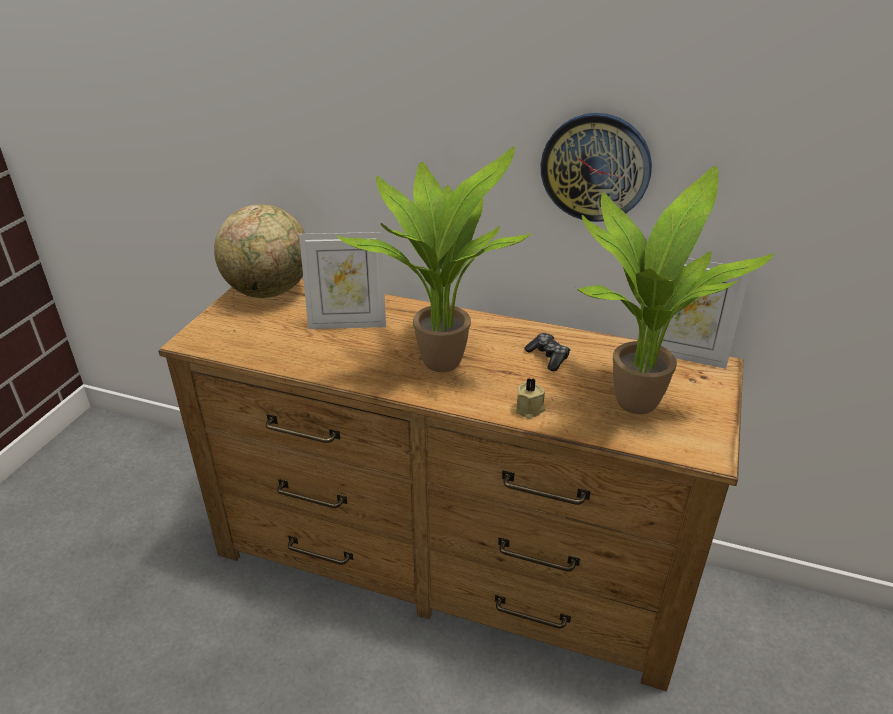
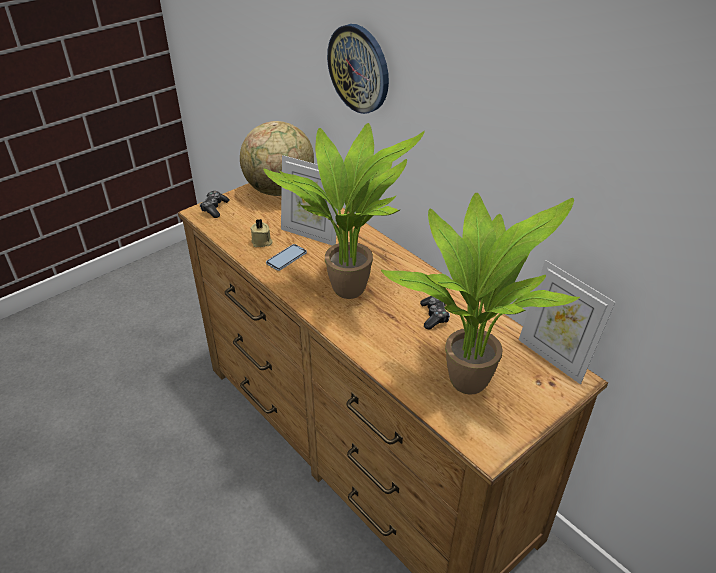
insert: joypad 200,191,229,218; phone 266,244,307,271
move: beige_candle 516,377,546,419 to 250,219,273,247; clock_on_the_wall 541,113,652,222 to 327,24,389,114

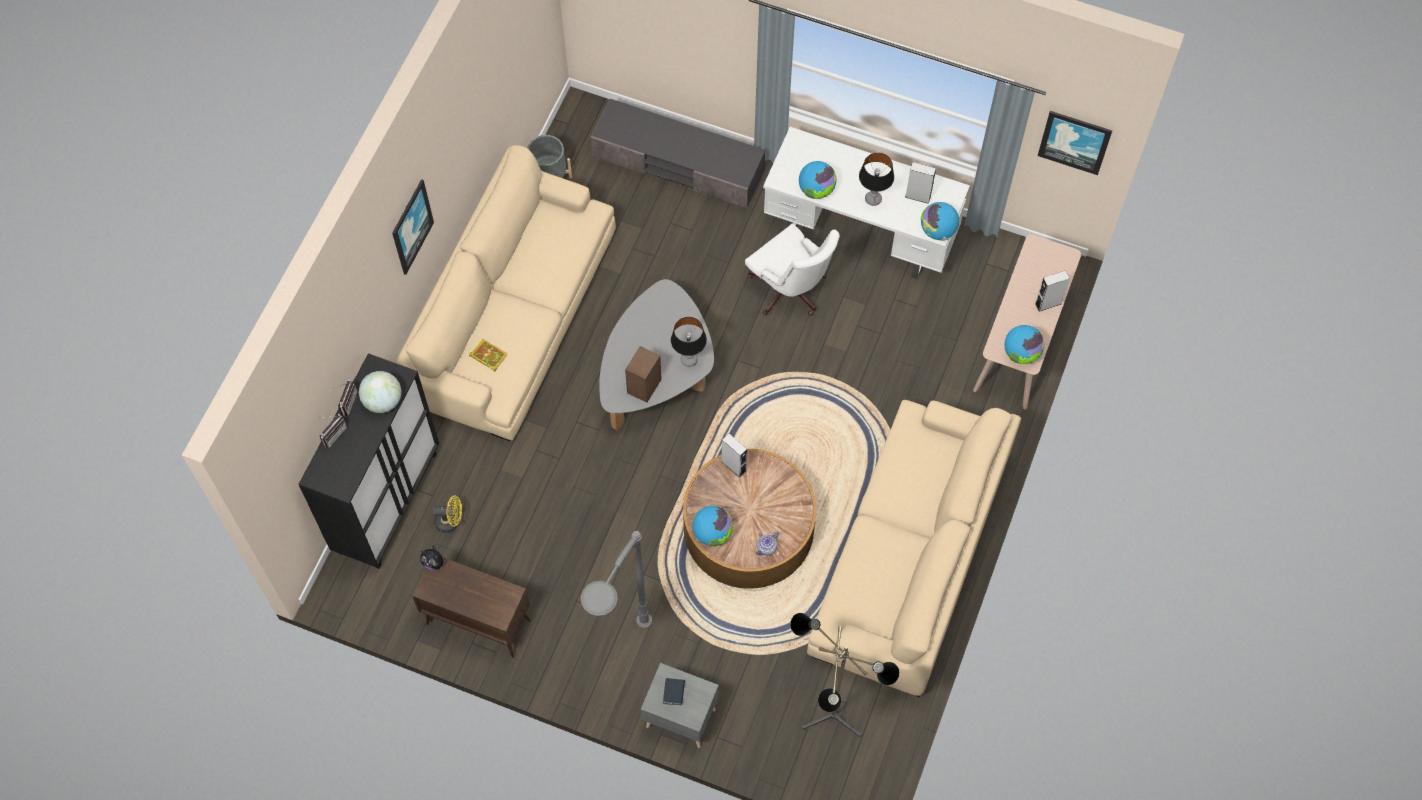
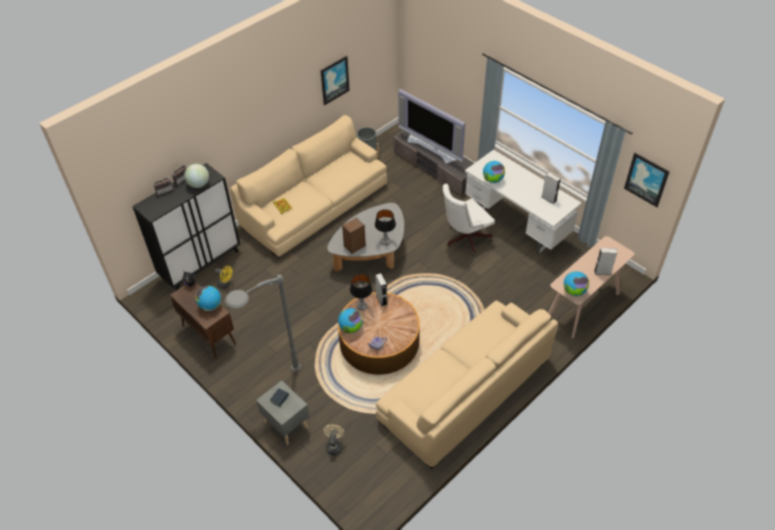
delete: floor_lamp 790,613,900,737
insert: beige_cooling_fan 324,425,344,455; TV_set 398,89,465,163
move: globe 921,202,959,241 to 195,286,221,311; wall_art 392,179,434,275 to 320,56,350,105; tabletop_lamp 859,153,894,206 to 350,274,372,310
rotate: white_desk_chair 745,223,840,316 = 443,184,495,255 75 degrees clockwise

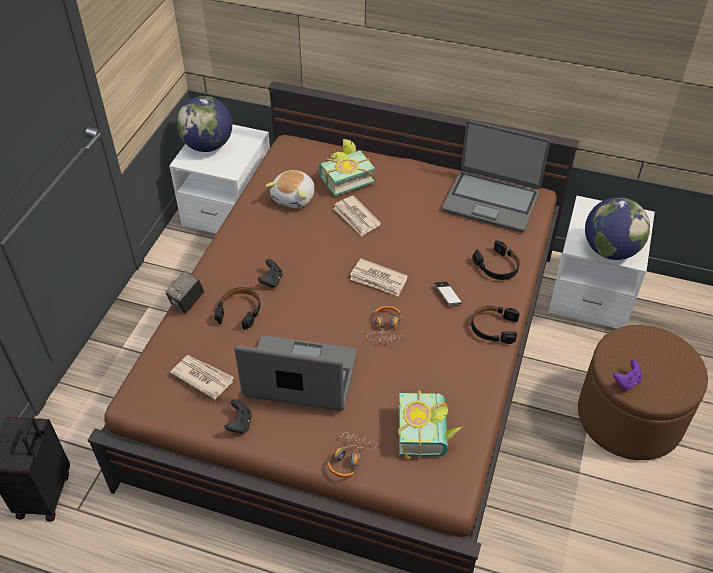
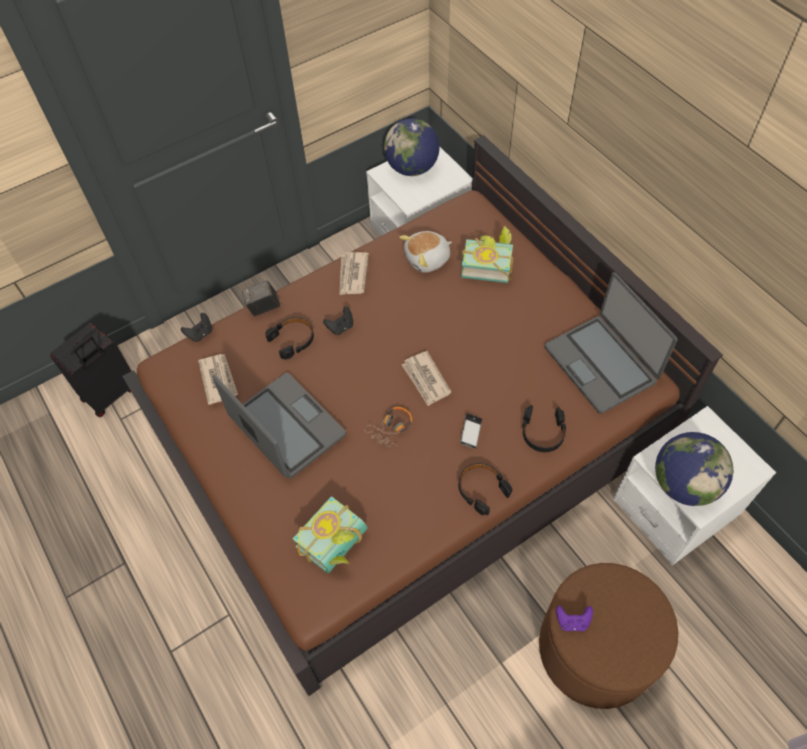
delete: headphones 328,432,376,478
move: black_joypad 224,399,252,434 to 181,313,212,342; newspaper 333,195,381,236 to 340,252,369,295

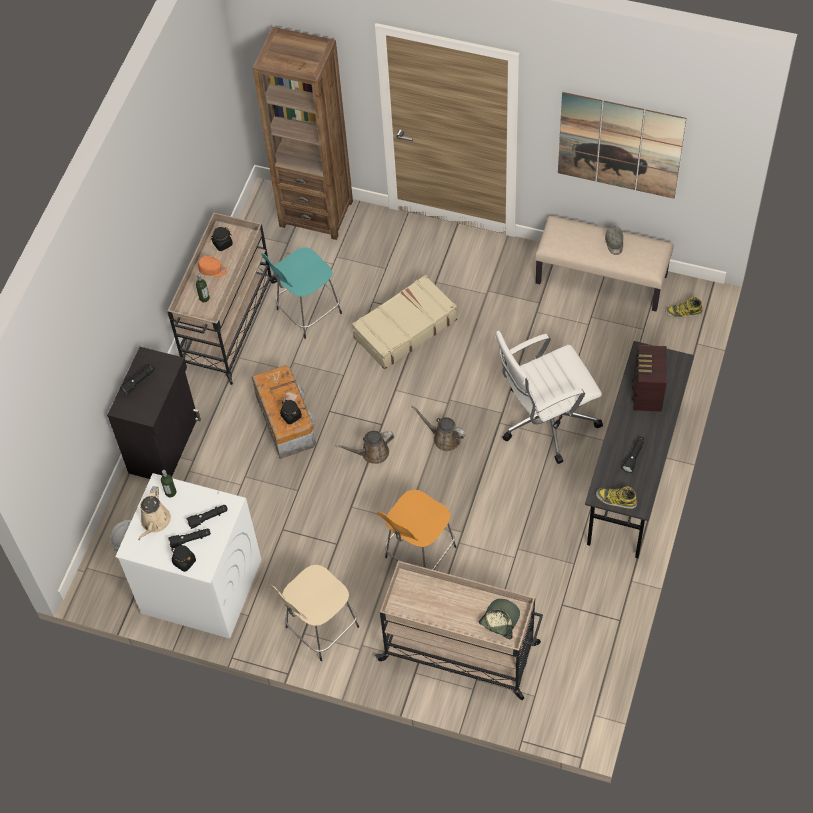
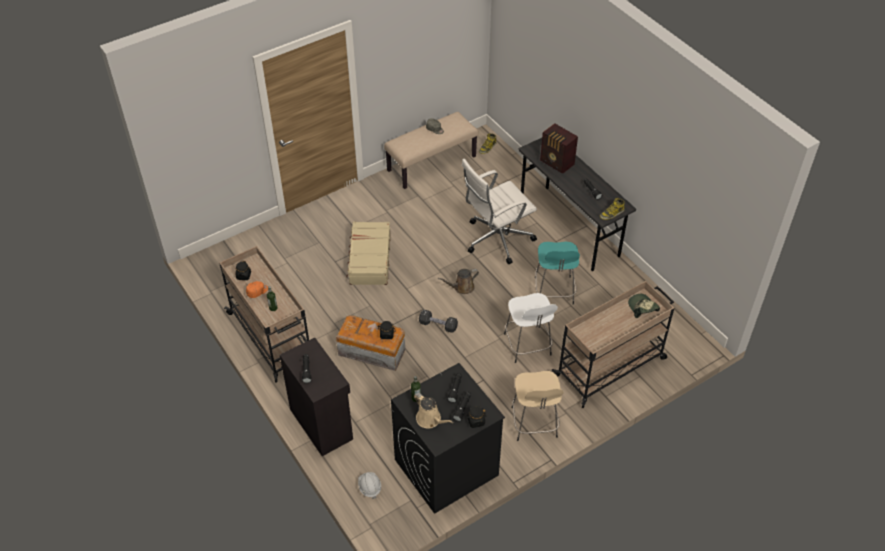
delete: brown_bookcase 253,27,353,240; wall_art 558,92,686,199
move: turquoise_stool_seat 261,247,342,339 to 535,242,580,304
replace: brown_watering_can 335,431,394,464 to black_hand_weight 419,310,458,333
recolor: white_laundry_appliance 115,473,261,639 to black_laundry_appliance 391,363,505,514; orangey_stool_seat 377,490,456,570 to white_stool_seat 504,293,558,363
rotate: white_desk_chair 495,331,603,464 = 462,159,537,264 45 degrees clockwise

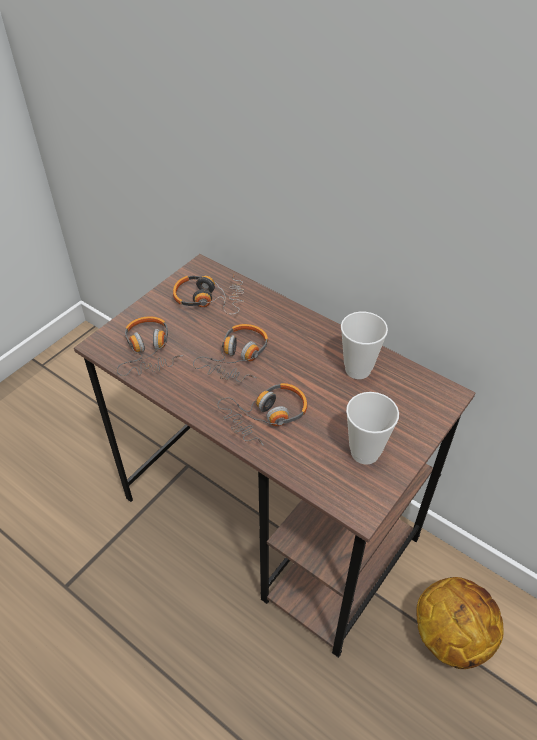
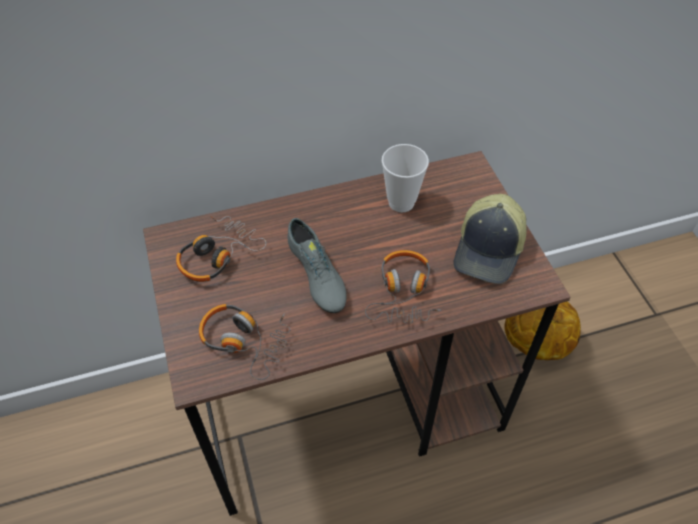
replace: headphones 193,324,268,382 to grey_item_of_footwear 288,218,347,313; drinking_cup 346,392,399,465 to cap 453,194,527,284

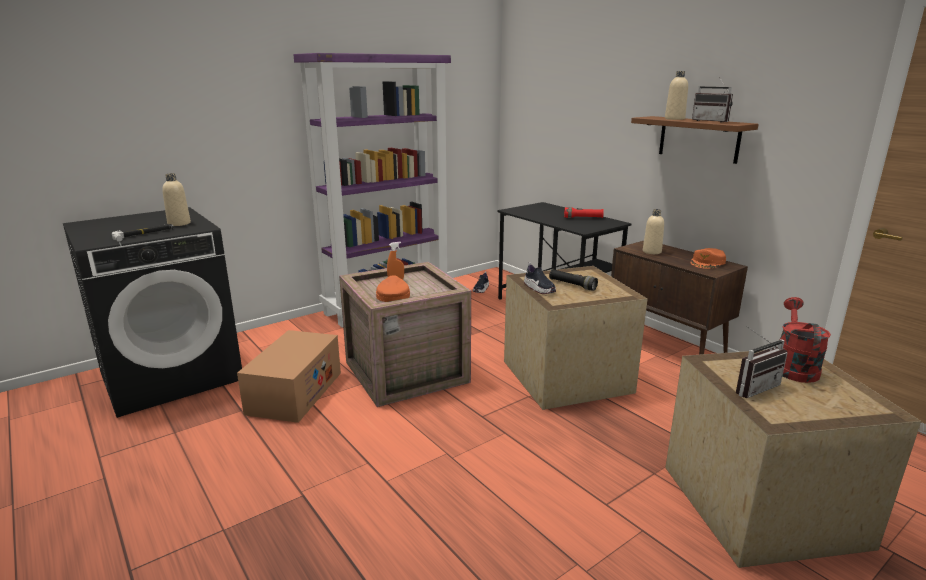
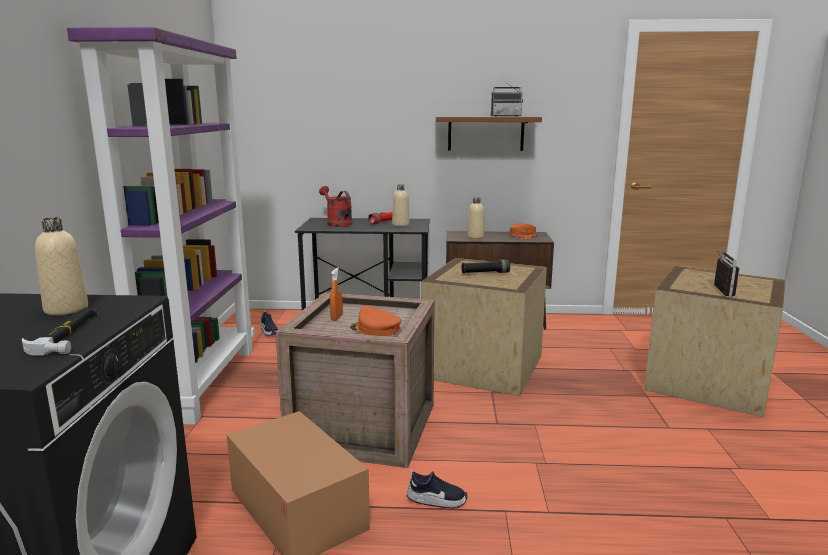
move: reddish_watering_can 780,297,831,383 to 319,186,352,227; beige_bottle 665,71,688,120 to 392,185,409,226; item_of_footwear 524,262,556,294 to 407,469,467,509

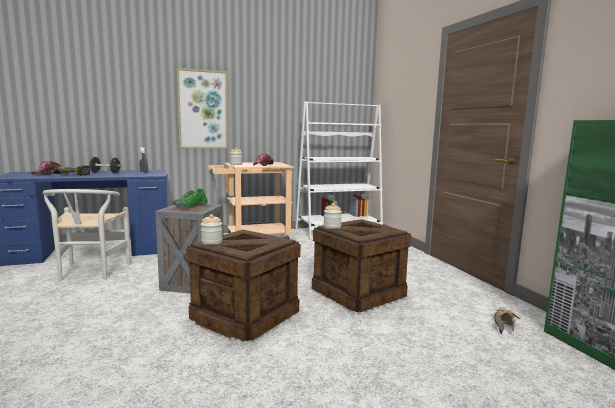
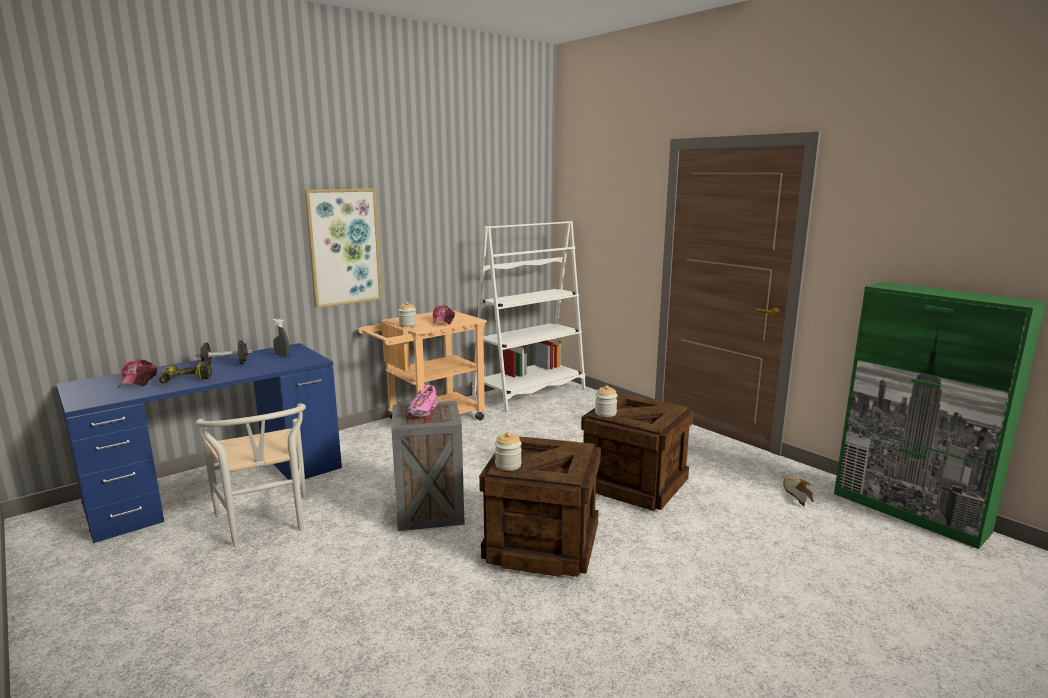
recolor: green_item_of_footwear 173,189,208,208 to pink-coloured_item_of_footwear 407,385,438,417

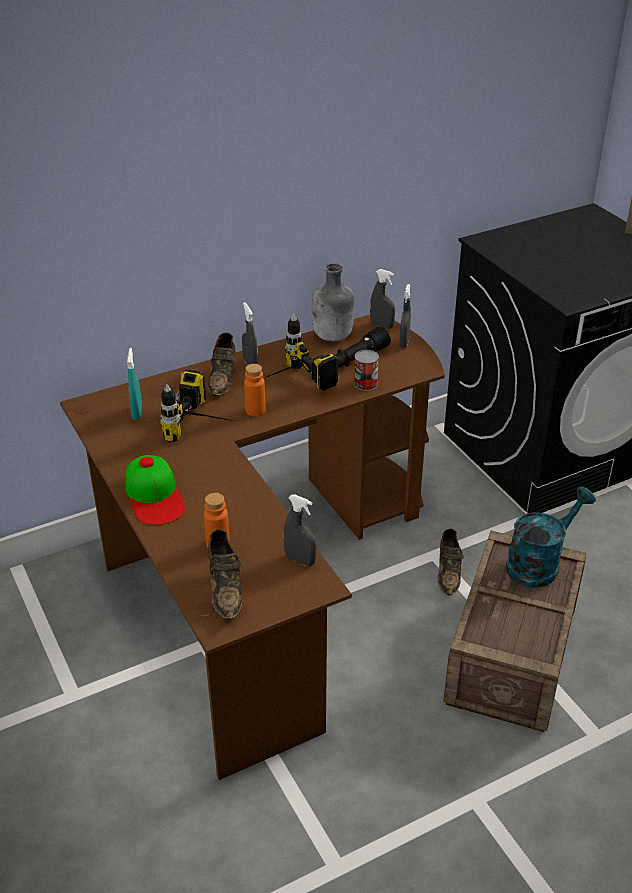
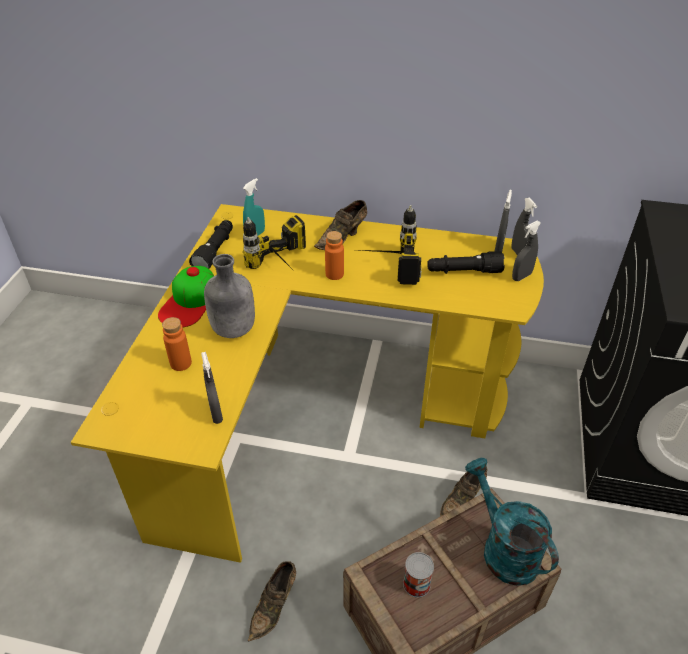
insert: black_hand_torch 189,220,233,269
move: grey_bottle 312,263,354,341 to 204,254,255,338; brown_item_of_footwear 208,529,243,620 to 248,561,296,641; metal_can 354,350,379,391 to 403,552,434,598; grey_hand_sprayer 242,302,258,365 to 495,190,512,252
recolor: brown_desk_table 60,315,445,780 to yellow-coloured_desk_table 71,204,544,563
rotate: turquoise_watering_can 506,486,596,588 = 465,458,559,586 120 degrees counterclockwise

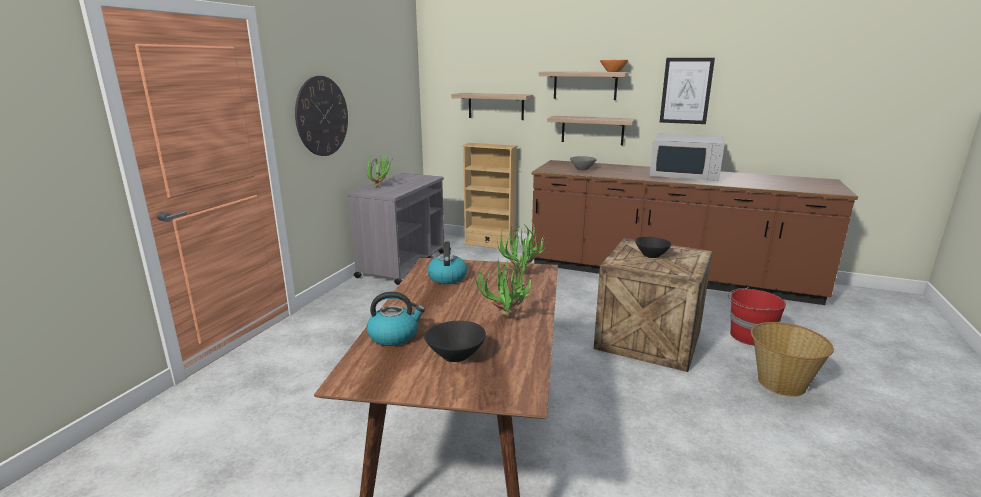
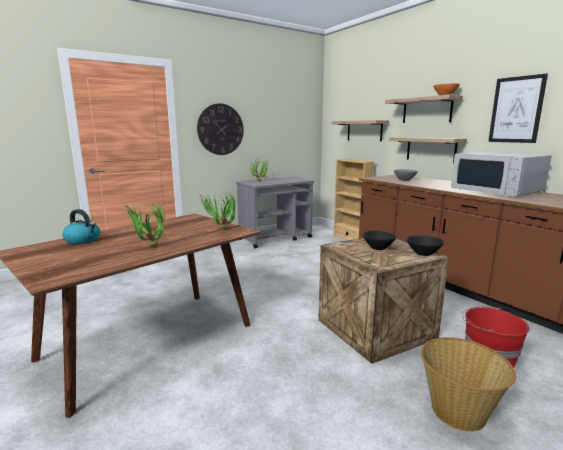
delete: water_kettle 427,241,467,284
move: black_serving_bowl 424,321,486,362 to 406,236,444,256

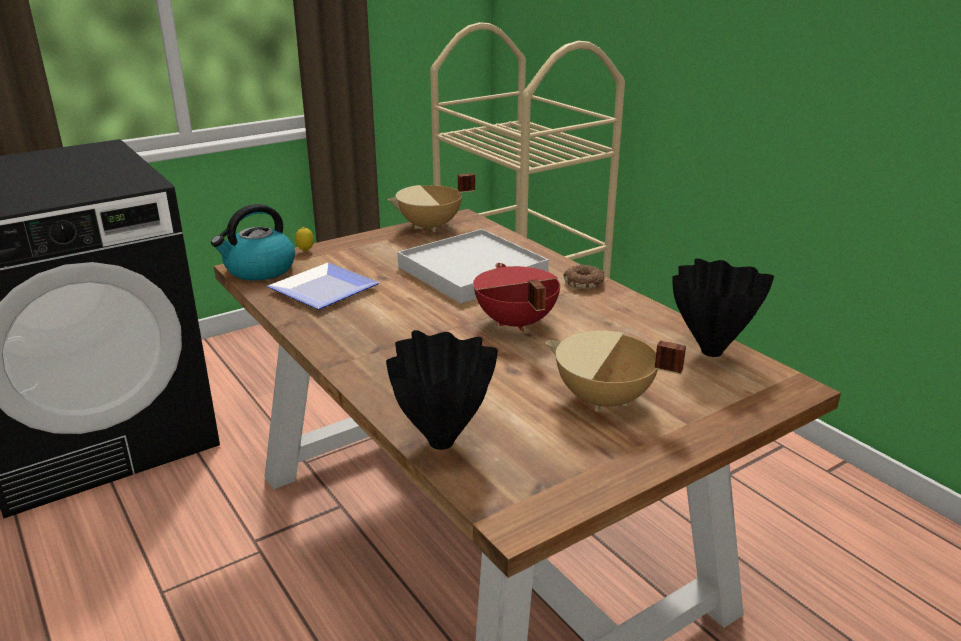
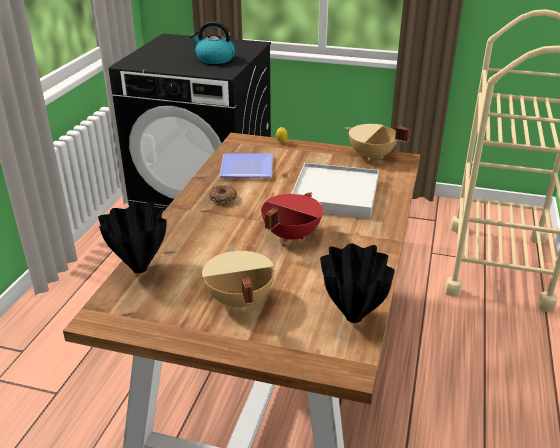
move: water_kettle 211,204,295,281 to 190,21,235,64; donut 564,265,605,289 to 208,185,237,204

